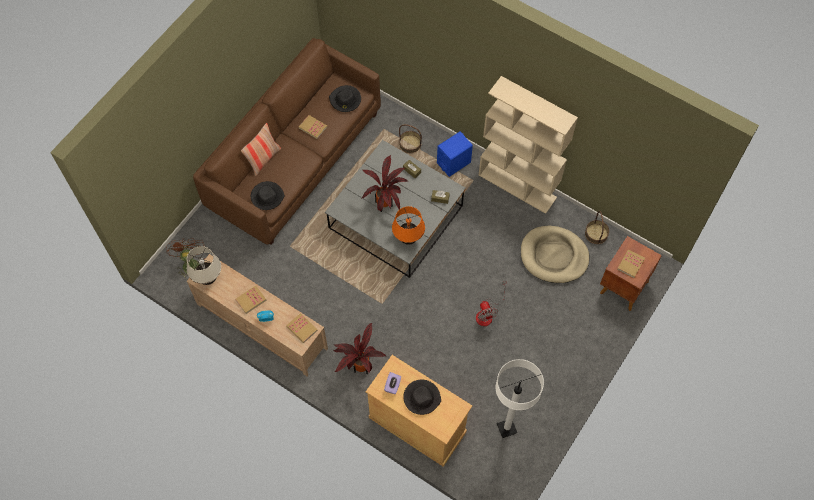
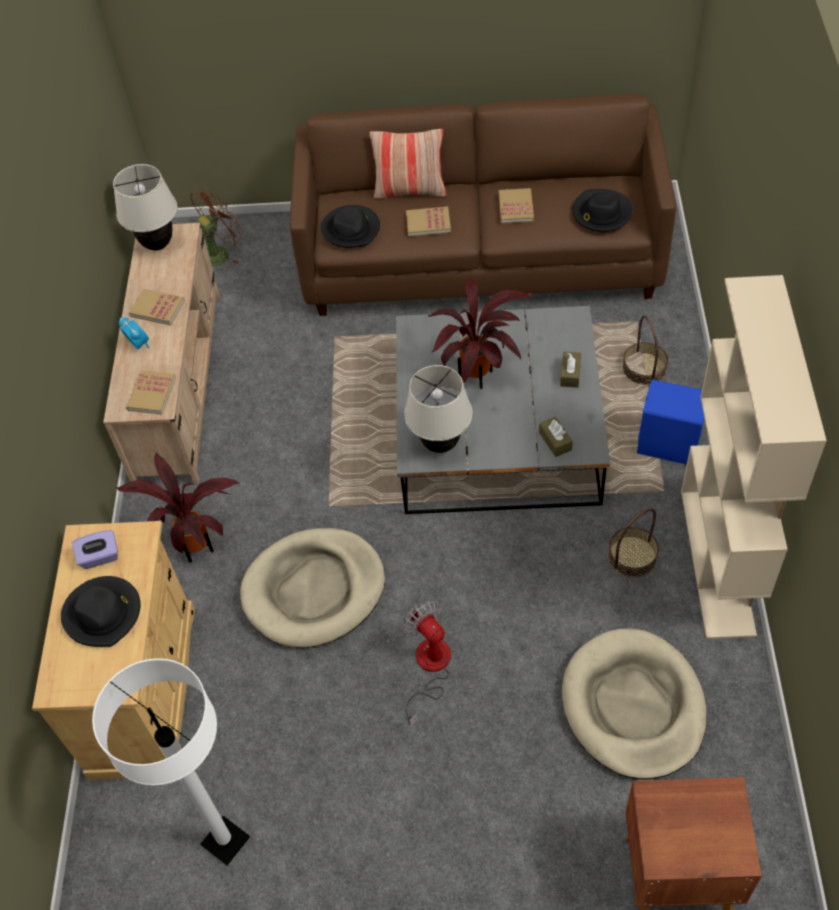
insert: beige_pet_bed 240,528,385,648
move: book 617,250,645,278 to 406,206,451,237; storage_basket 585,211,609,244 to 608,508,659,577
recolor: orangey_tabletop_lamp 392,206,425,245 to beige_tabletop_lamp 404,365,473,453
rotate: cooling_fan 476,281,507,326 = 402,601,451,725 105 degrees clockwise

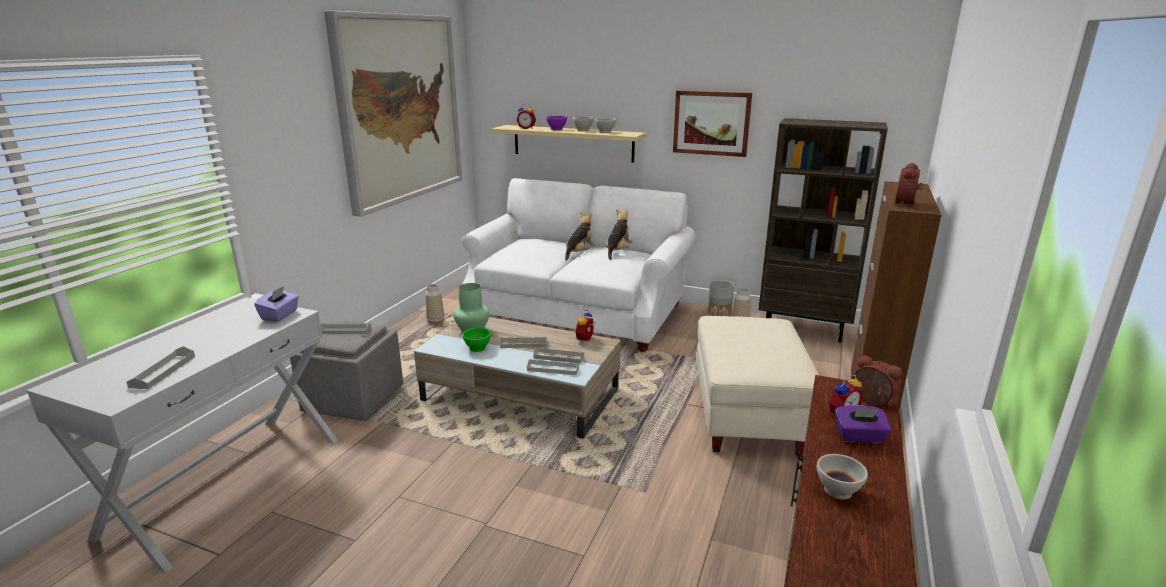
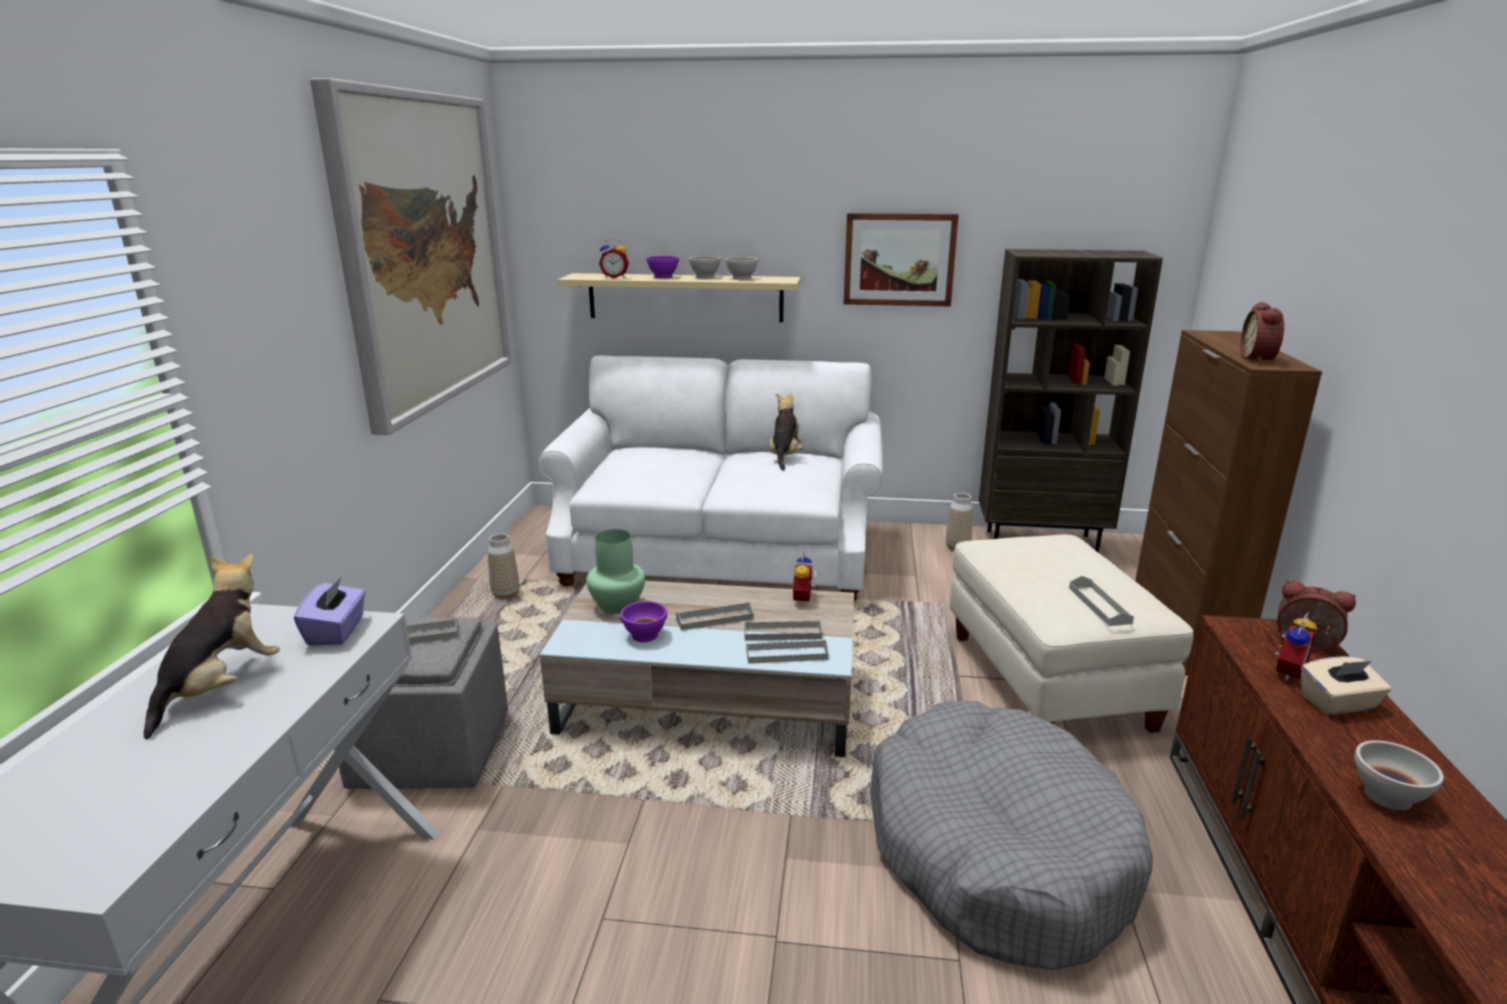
delete: grey_planter 708,280,734,316
insert: grey_pet_bed 870,701,1153,970
move: plush_toy 565,213,596,261 to 144,554,280,739; grey_carrying_tray 127,346,195,389 to 1069,576,1134,626
recolor: green_serving_bowl 463,328,491,352 to purple_serving_bowl 620,601,667,642; purple_box_of_tissues 835,405,892,444 to beige_box_of_tissues 1301,656,1391,715

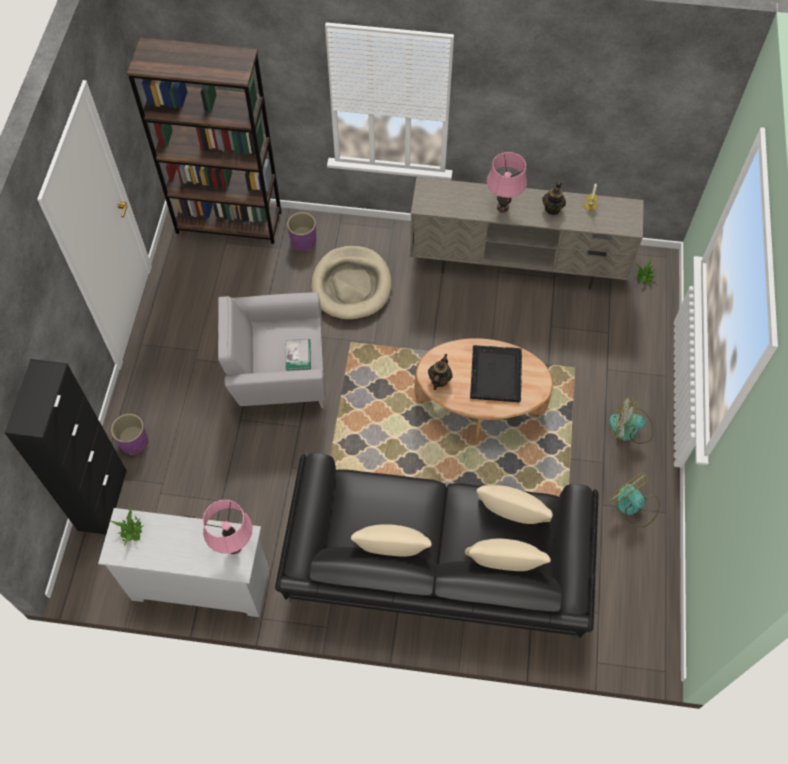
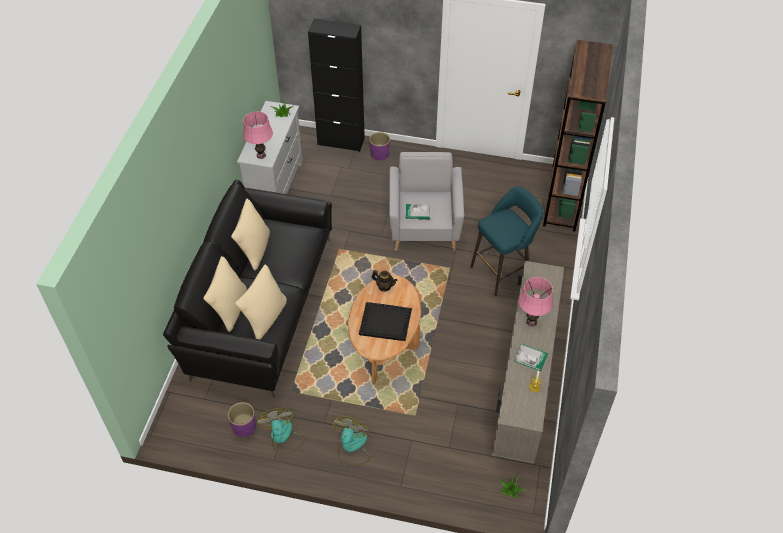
move: purple_planter 287,212,316,251 to 228,402,256,437
replace: beige_pet_bed 311,246,392,320 to turquoise_stool_seat 470,186,543,296; tea_pot 542,181,566,215 to book 514,344,548,371
rotate: cooling_fan 609,472,660,528 = 257,408,306,455 75 degrees counterclockwise

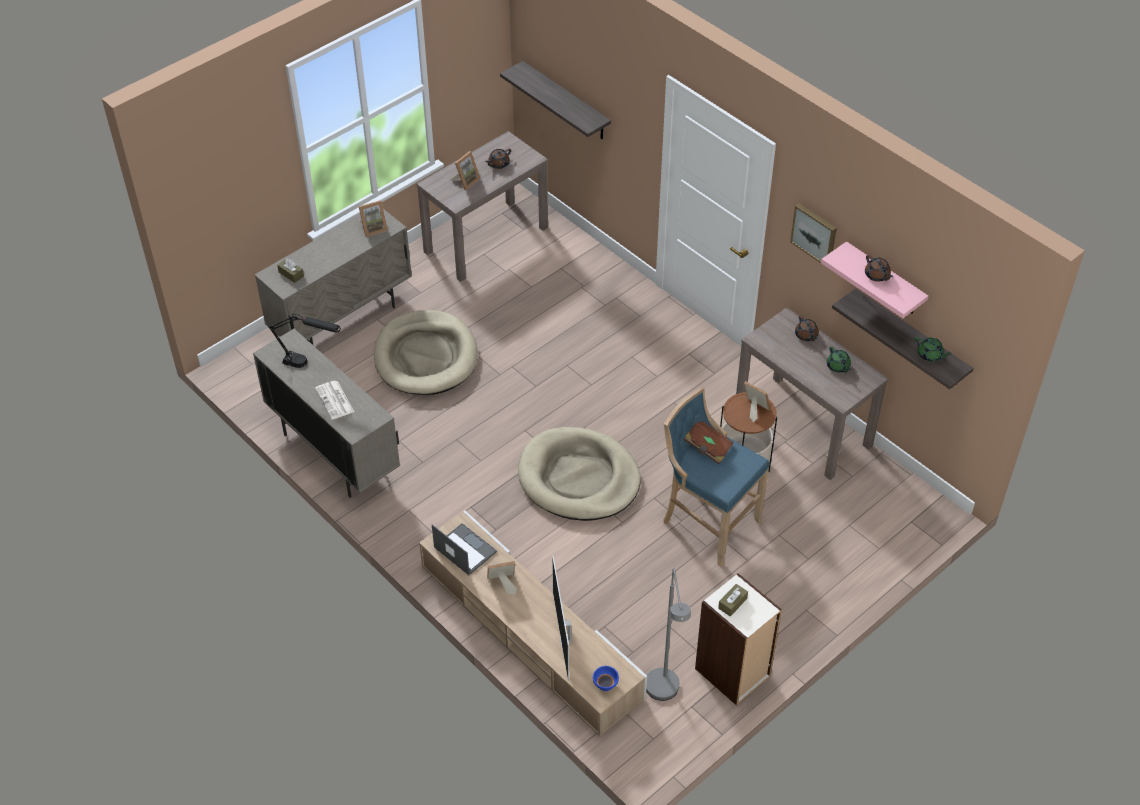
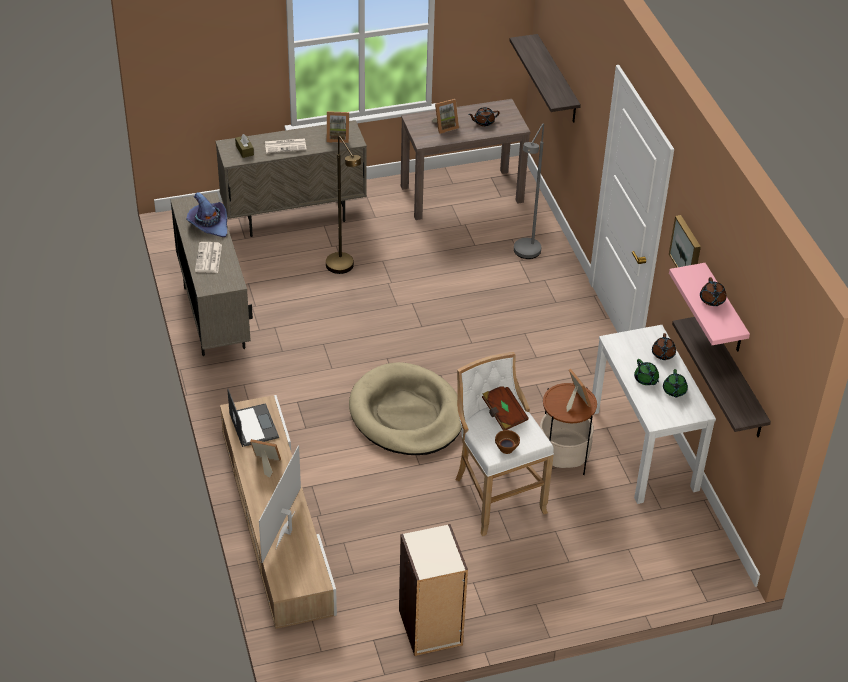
delete: blue-coloured_serving_bowl 593,666,619,691; brown_box_of_tissues 718,584,748,617
insert: newspaper 265,138,307,153; brown_serving_bowl 495,430,520,454
move: grey_floor_lamp 646,568,691,701 to 514,124,544,259; green_tea_pot 914,337,952,362 to 634,359,659,385
replace: black_tabletop_lamp 268,314,341,368 to purple_clothing_hat 186,192,227,237; beige_pet_bed 374,310,478,395 to brown_floor_lamp 326,136,361,274
recolor: blue-coloured_stool_seat 663,387,769,567 to white_stool_seat 456,352,554,536; brown_hall_table 736,307,888,480 to white_hall_table 592,325,716,504

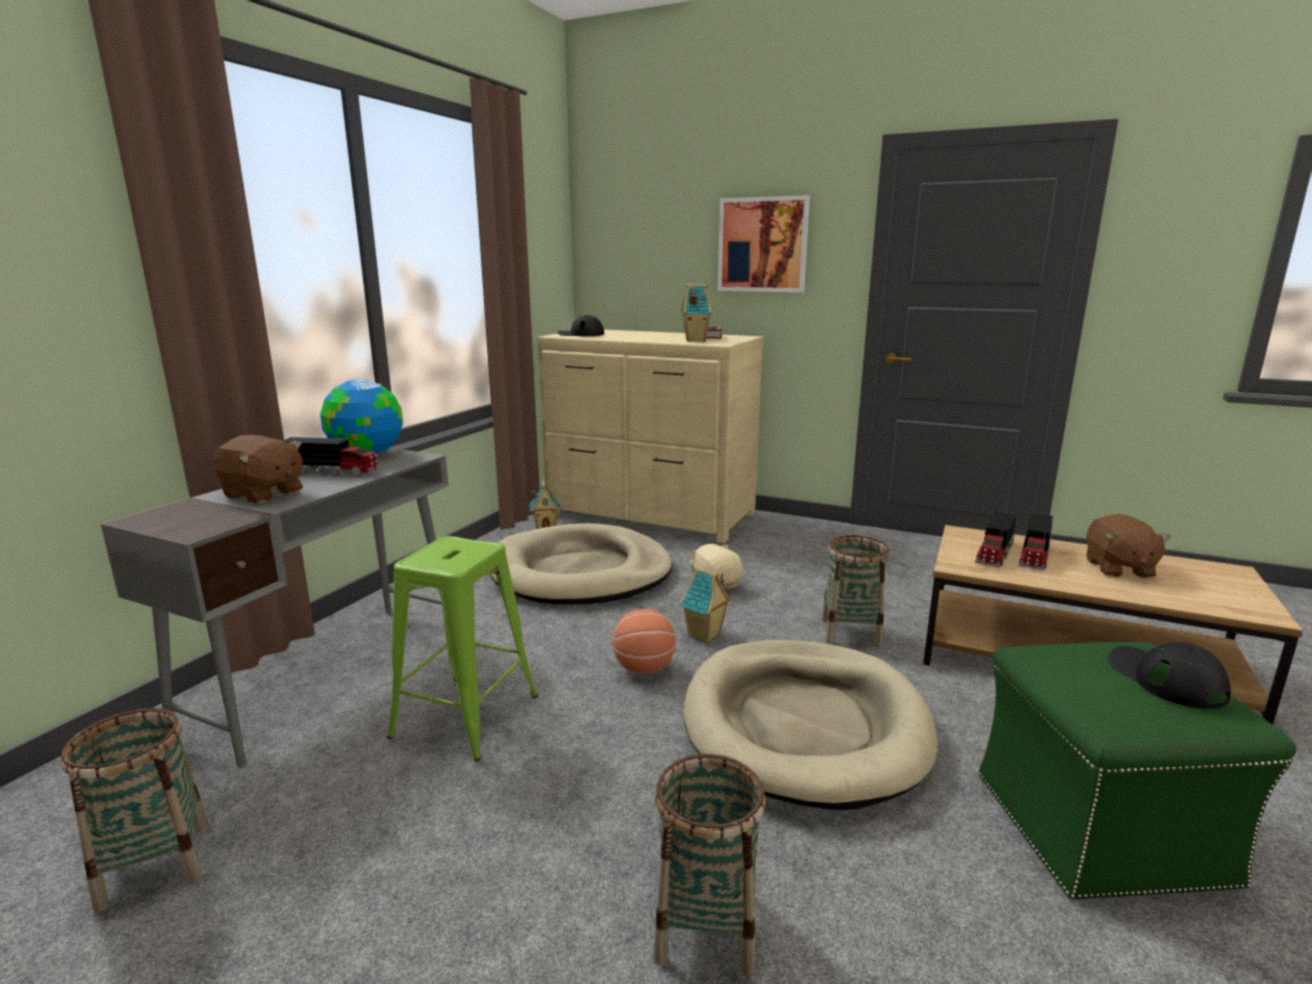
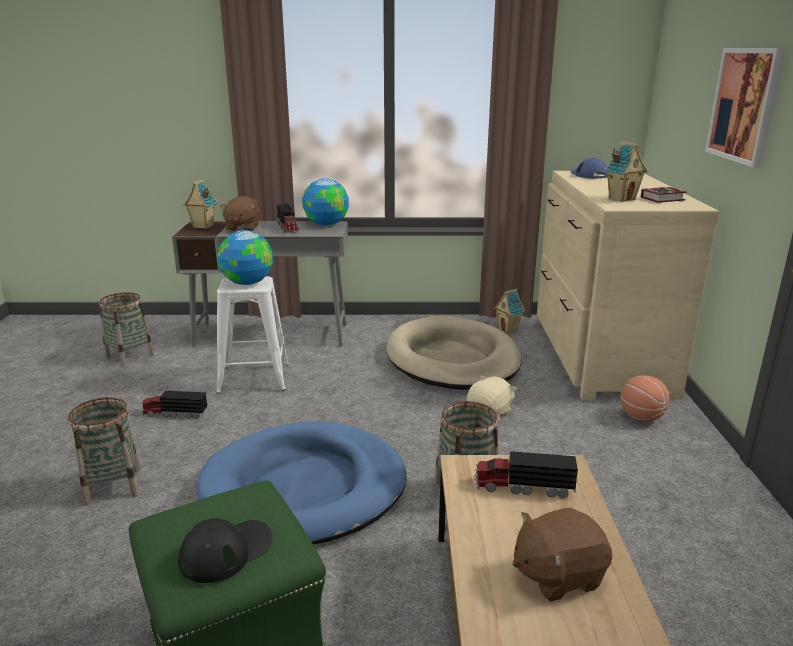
insert: globe 217,230,273,285
move: model_truck 1019,513,1053,570 to 141,391,208,419; toy_house 680,567,731,643 to 184,179,218,229; basketball_ball 612,609,675,674 to 620,375,670,421
recolor: beige_pet_bed 684,640,938,810 to blue-coloured_pet_bed 196,421,407,545; green_stool_seat 387,536,538,761 to white_stool_seat 217,276,289,394; black_cap 557,315,604,336 to blue-coloured_cap 570,158,608,179

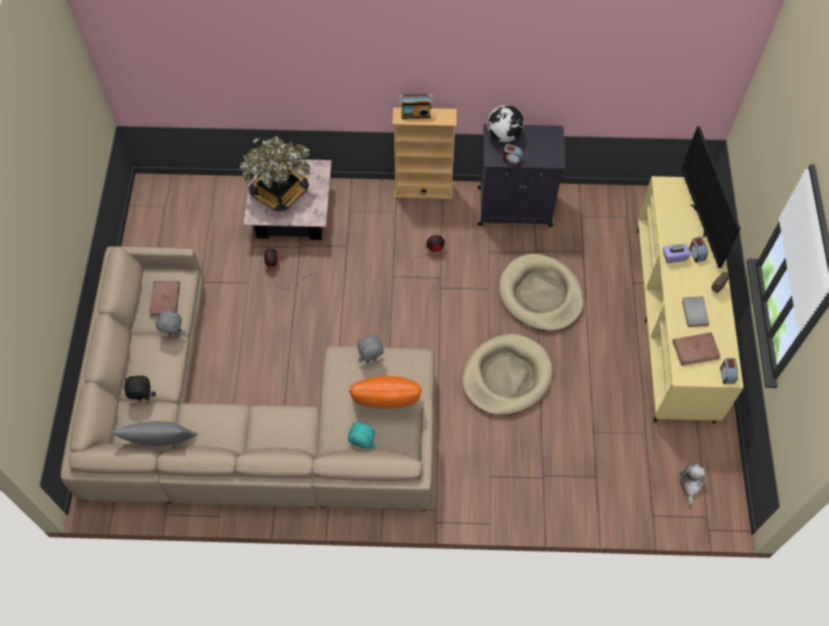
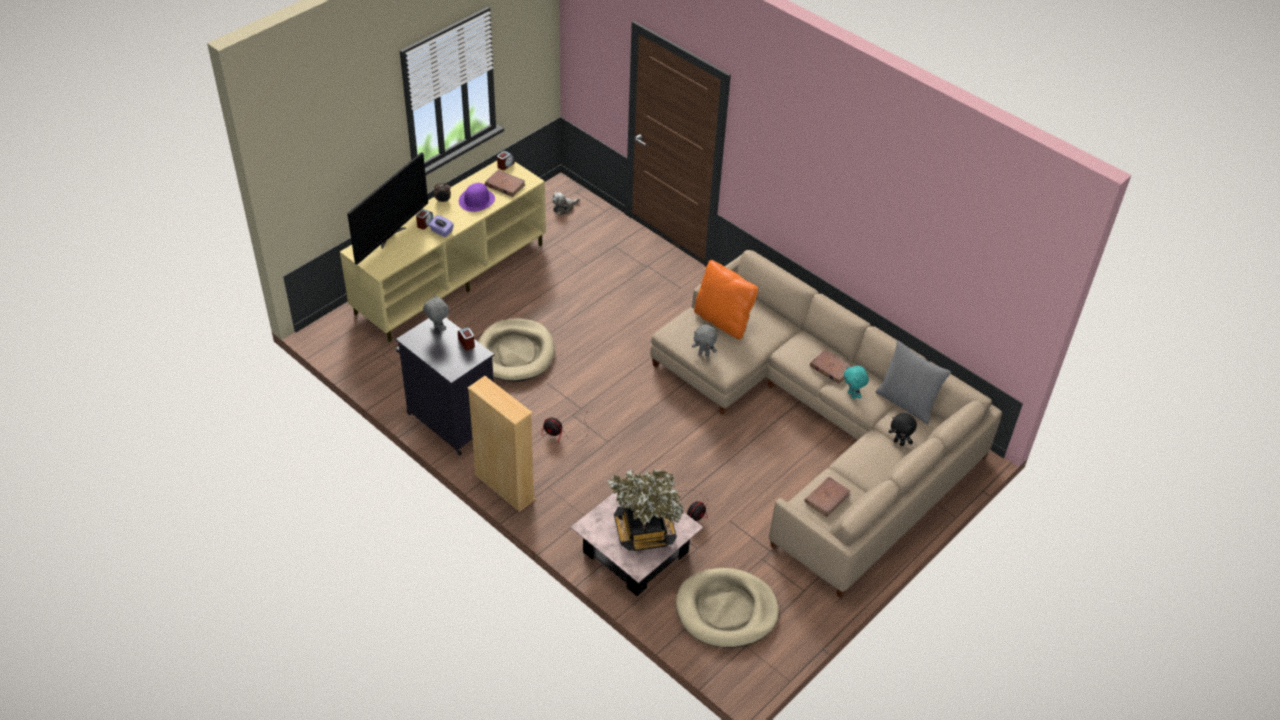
delete: radio 400,94,433,119; globe 487,105,524,142
insert: brown_book 810,350,853,384
move: grey_plush_toy 154,310,186,338 to 423,295,449,332; beige_pet_bed 462,334,553,416 to 676,568,779,648; turquoise_plush_toy 348,422,376,449 to 844,366,869,399
replace: grey_book 682,297,709,327 to purple_clothing_hat 459,183,495,212

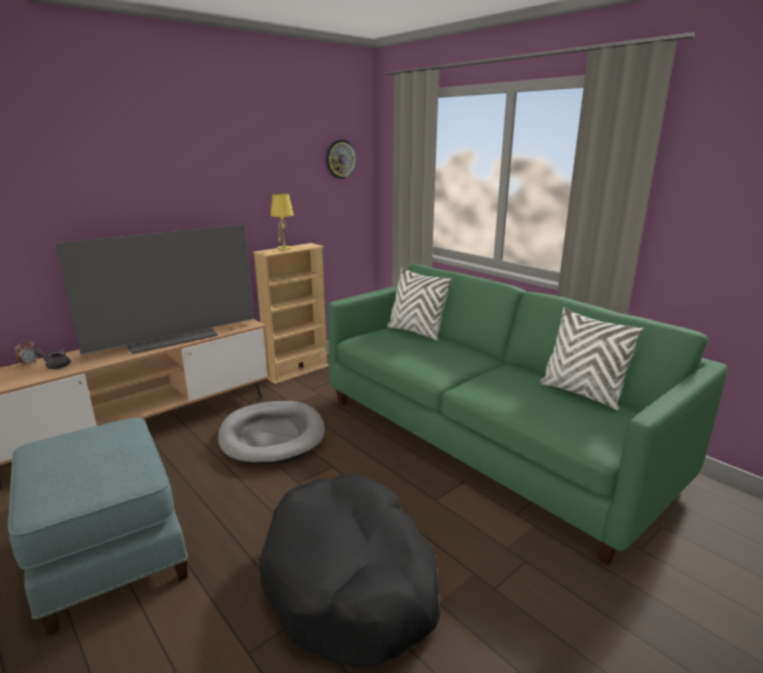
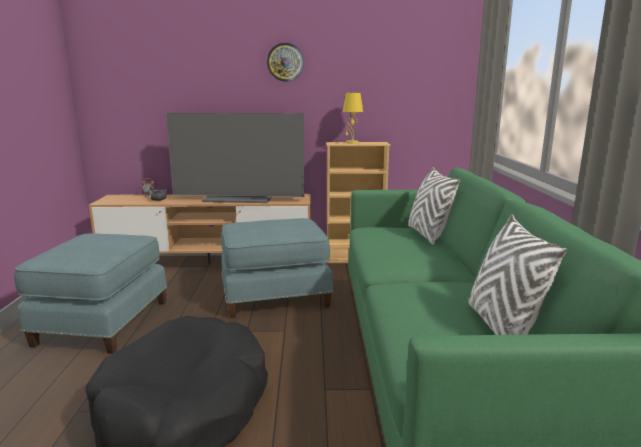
move: clock_on_the_wall 325,139,357,179 to 267,43,304,82
replace: grey_pet_bed 218,401,325,464 to blue-coloured_pouffe 221,218,333,318

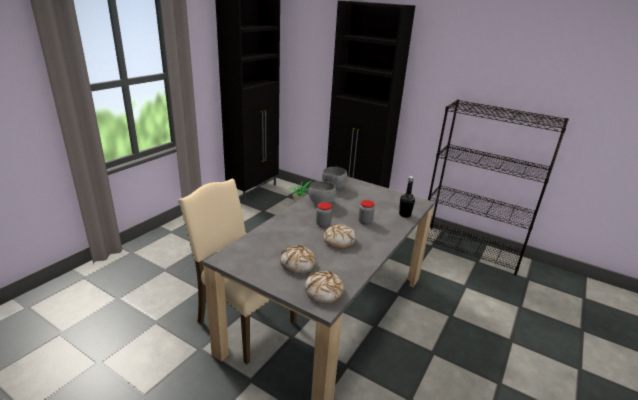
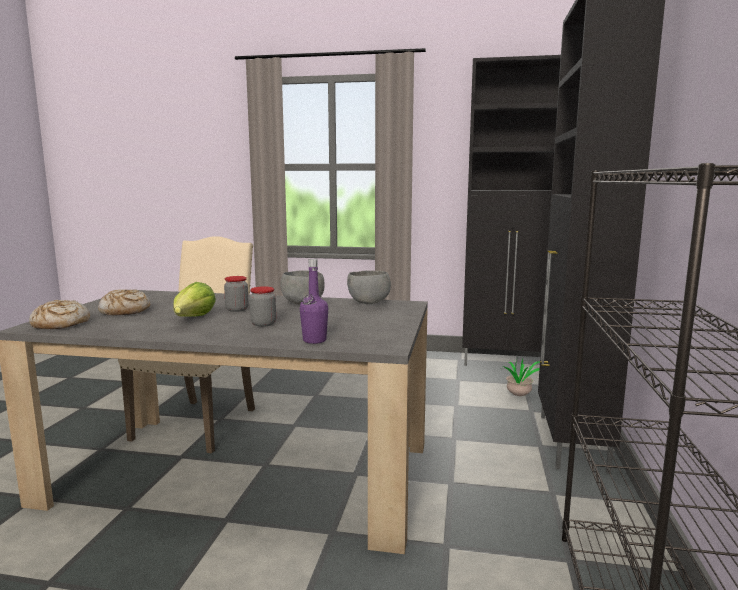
replace: bakery_bread 323,224,356,249 to lettuce_head 173,282,216,317
recolor: black_bottle 399,176,415,218 to purple_bottle 300,259,328,344

